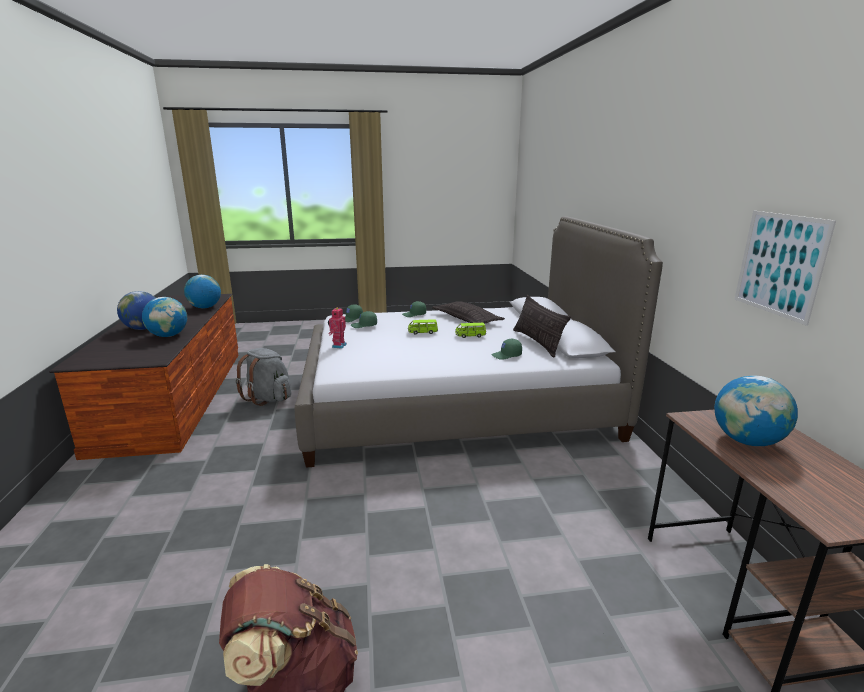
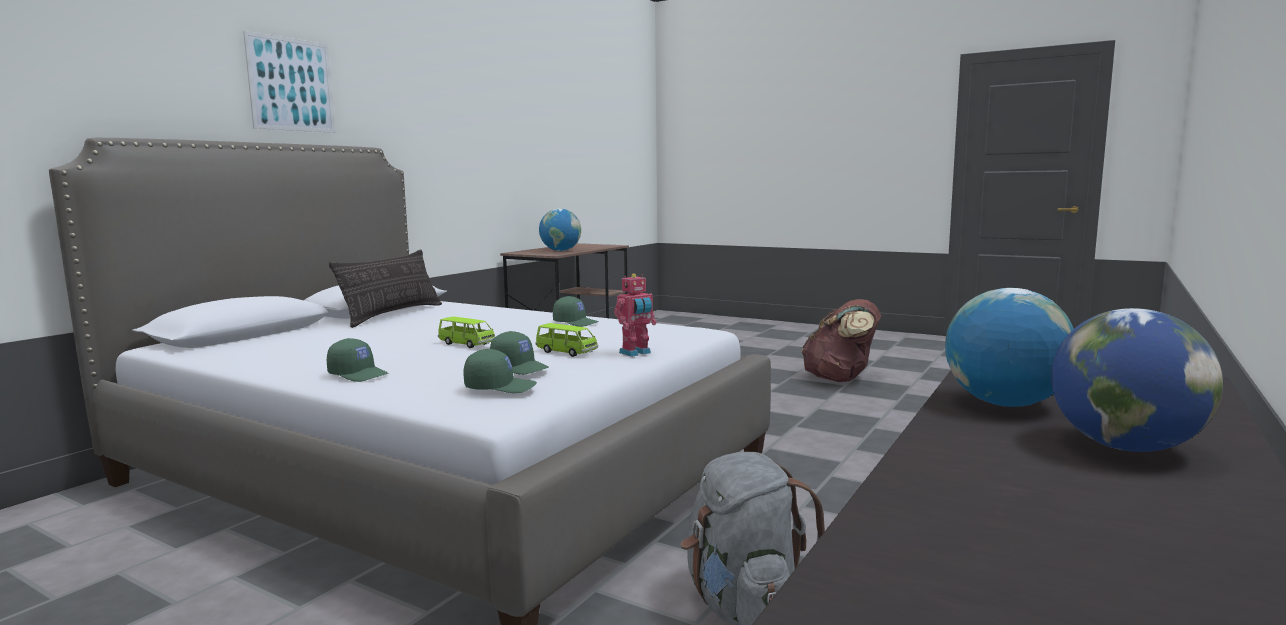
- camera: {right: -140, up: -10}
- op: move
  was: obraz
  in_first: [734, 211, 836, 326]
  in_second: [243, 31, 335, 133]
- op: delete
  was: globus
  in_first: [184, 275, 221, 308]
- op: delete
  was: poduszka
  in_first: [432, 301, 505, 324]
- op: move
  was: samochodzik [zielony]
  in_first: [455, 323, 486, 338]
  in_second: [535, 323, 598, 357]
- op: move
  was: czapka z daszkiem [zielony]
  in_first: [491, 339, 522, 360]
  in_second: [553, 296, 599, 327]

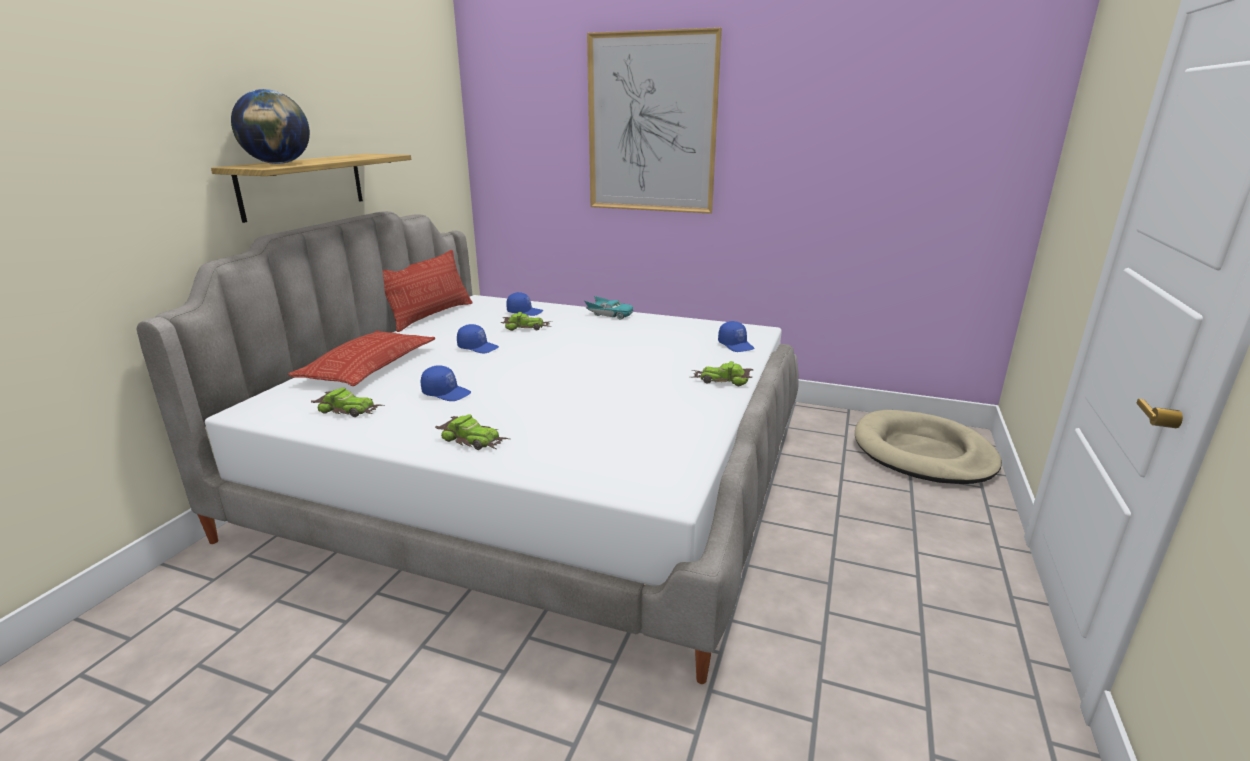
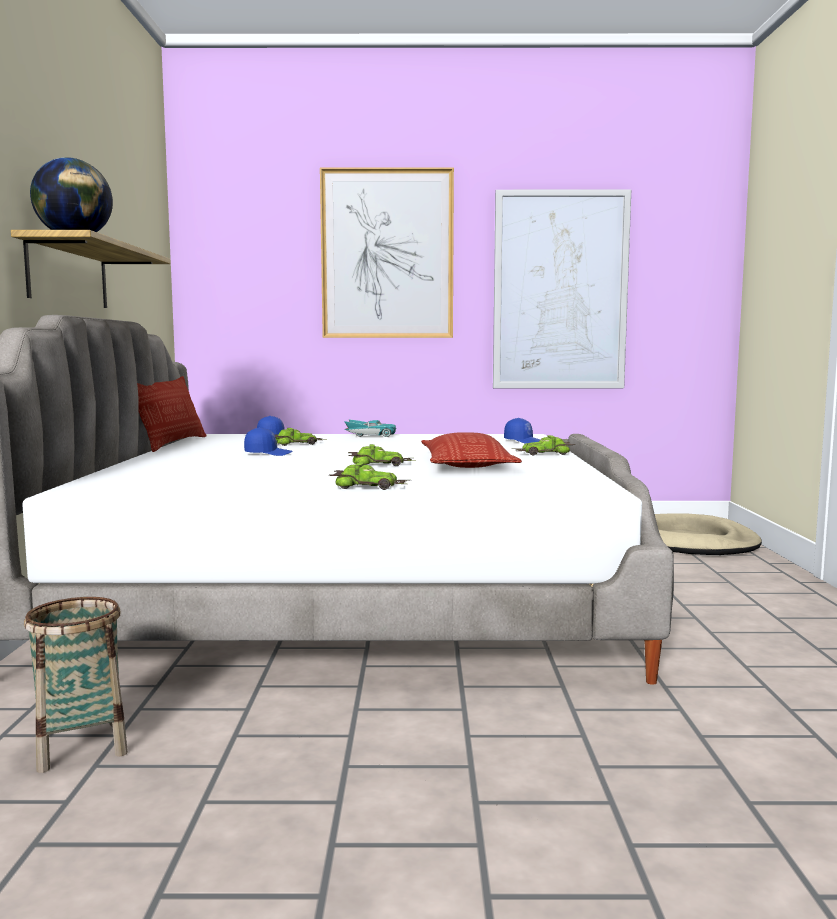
- camera: {right: -20, up: -15}
- op: move
  was: poduszka
  in_first: [288, 331, 435, 386]
  in_second: [421, 432, 522, 468]
- op: delete
  was: czapka z daszkiem [niebieski]
  in_first: [421, 365, 471, 401]
- op: move
  was: samochodzik
  in_first: [311, 387, 384, 417]
  in_second: [348, 444, 415, 466]
- op: insert
  now: obraz
  in_second: [493, 190, 631, 388]
- op: insert
  now: koszyk
  in_second: [24, 597, 128, 773]

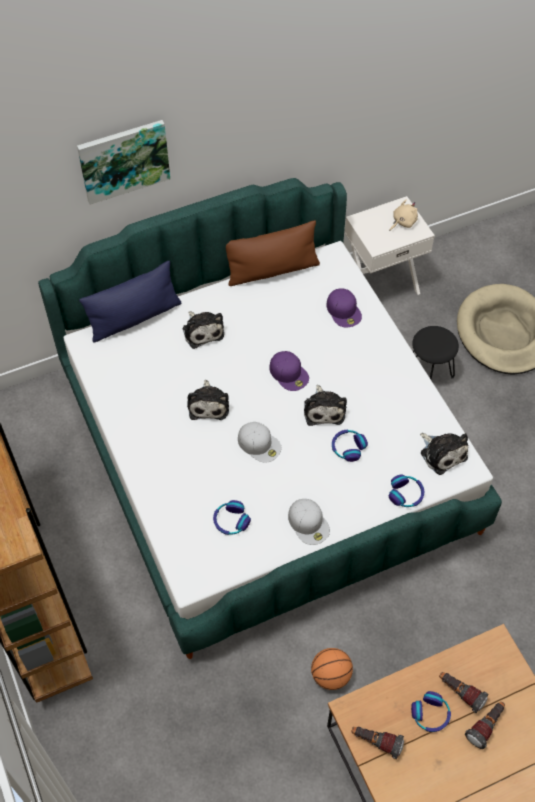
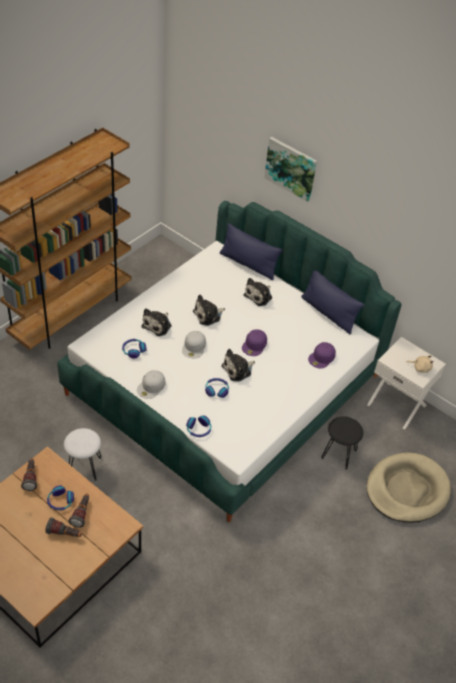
- camera: {right: 60, up: -10}
- op: recolor
  was: poduszka [brązowy]
  now: poduszka [niebieski]
  in_first: [226, 220, 320, 286]
  in_second: [301, 271, 364, 334]
- op: move
  was: pluszak
  in_first: [420, 433, 468, 475]
  in_second: [141, 308, 172, 336]
- op: replace
  was: piłka do koszykówki
  now: stołek [biały]
  in_first: [311, 648, 353, 690]
  in_second: [64, 428, 101, 481]

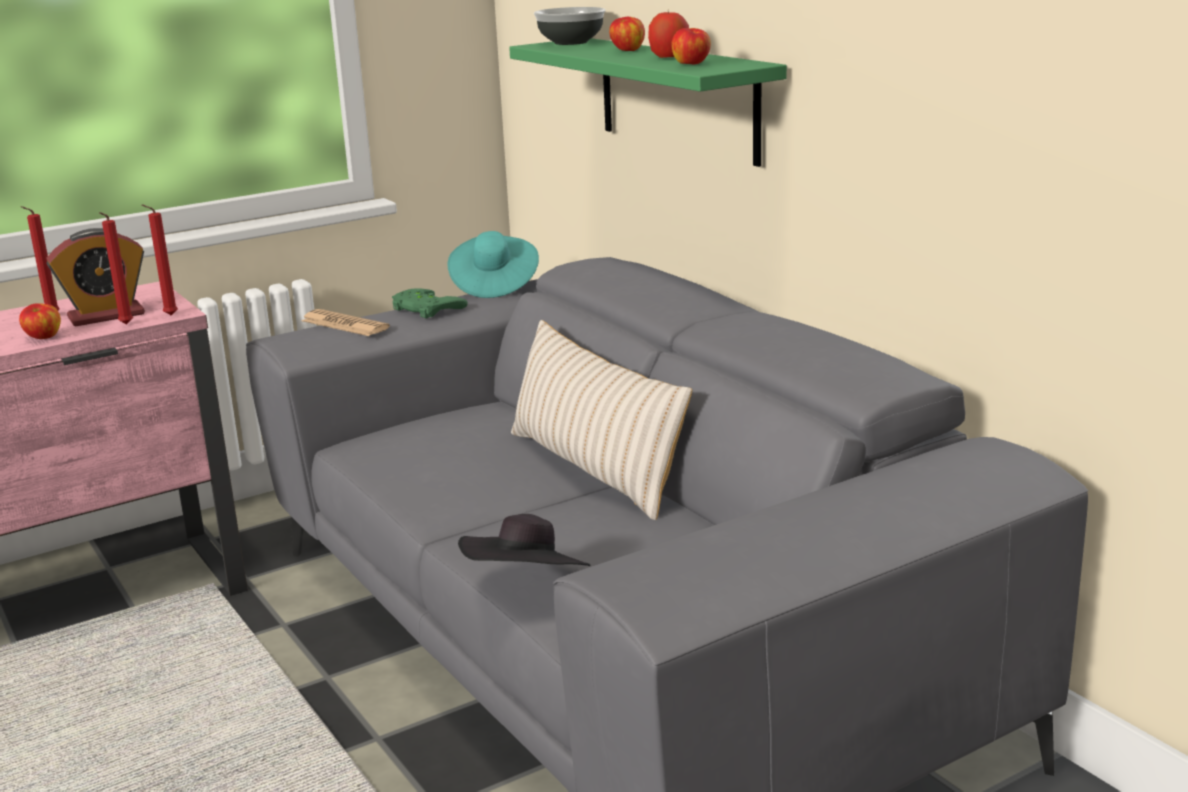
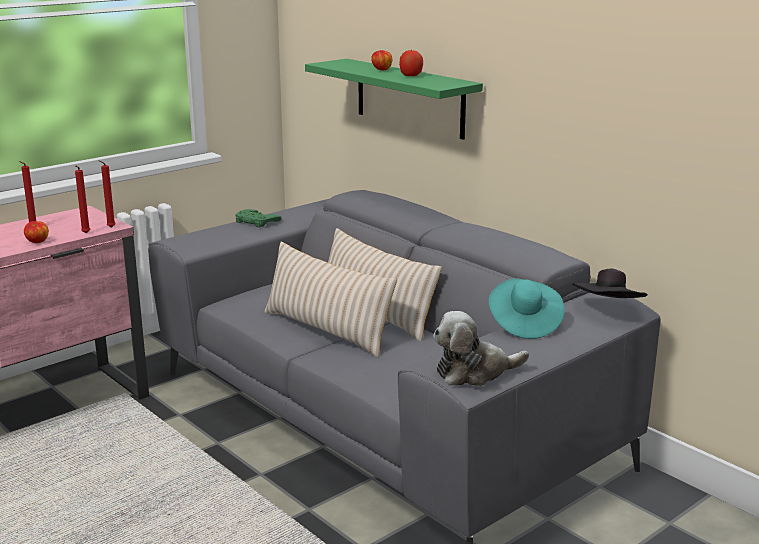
- camera: {right: -10, up: 0}
- op: delete
  was: miska
  in_first: [534, 7, 605, 45]
- op: delete
  was: jabłko
  in_first: [672, 28, 711, 64]
- op: delete
  was: budzik
  in_first: [46, 228, 145, 327]
- op: move
  was: kapelusz [turkusowy]
  in_first: [448, 231, 539, 298]
  in_second: [488, 278, 565, 339]
- op: delete
  was: gazeta
  in_first: [302, 309, 390, 336]
- op: move
  was: kapelusz [czarny]
  in_first: [458, 514, 591, 566]
  in_second: [572, 269, 647, 298]
- op: insert
  now: poduszka [beżowy]
  in_second: [264, 242, 397, 357]
- op: insert
  now: pluszak
  in_second: [433, 311, 529, 386]

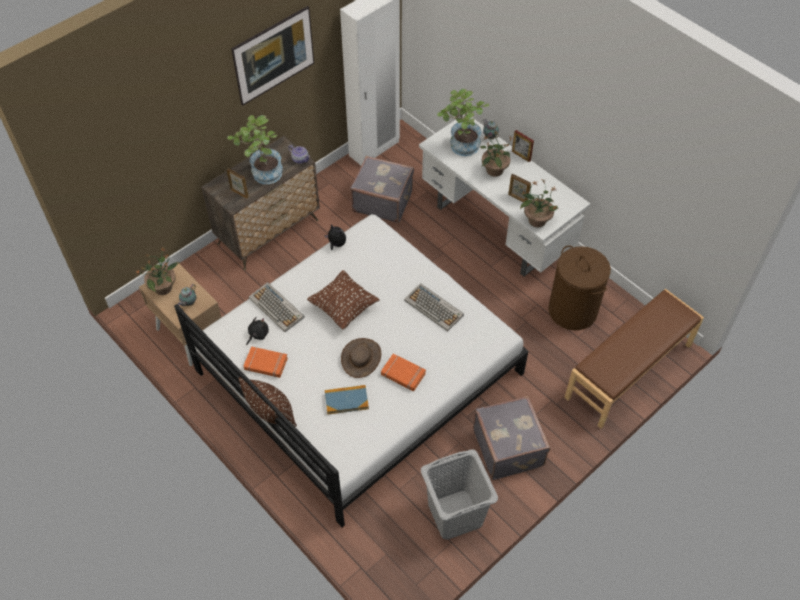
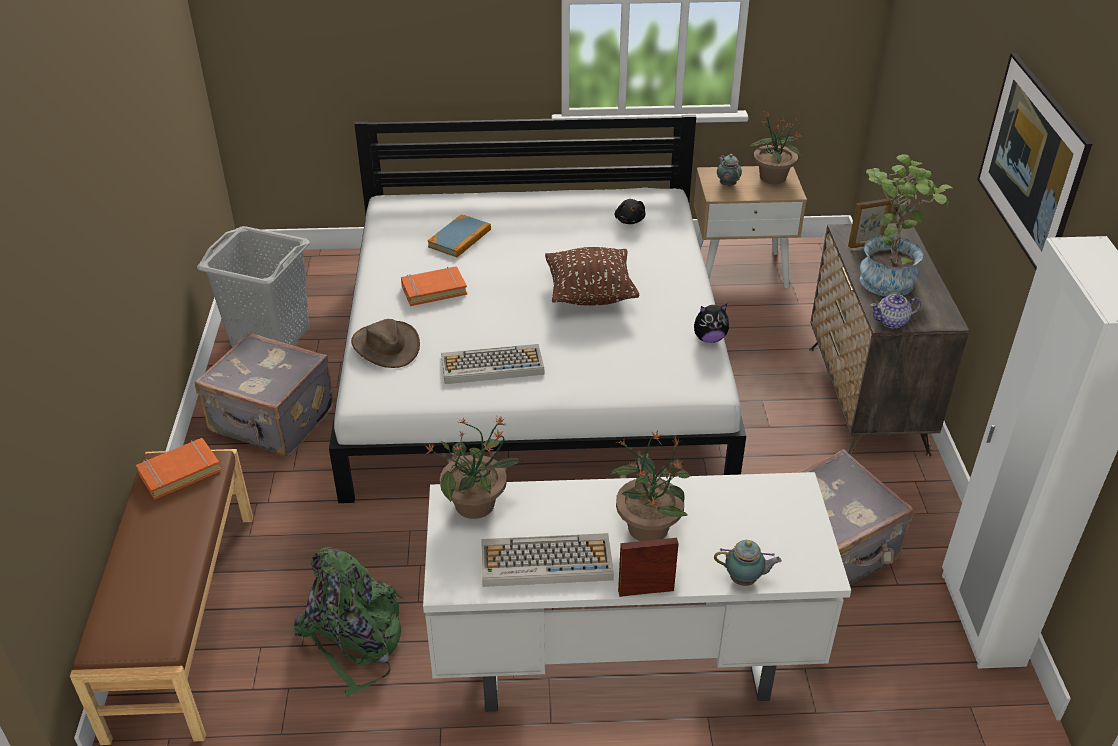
- camera: {right: 130, up: -15}
- op: delete
  was: roślina doniczkowa
  in_first: [437, 89, 489, 156]
- op: delete
  was: ramka na zdjęcie
  in_first: [508, 174, 531, 202]
- op: replace
  was: kosz na pranie [brązowy]
  now: plecak [zielony]
  in_first: [548, 246, 611, 330]
  in_second: [293, 547, 404, 696]
- op: move
  was: klawiatura
  in_first: [249, 282, 305, 332]
  in_second: [482, 533, 614, 587]
- op: move
  was: kapelusz [brązowy]
  in_first: [341, 338, 381, 378]
  in_second: [351, 319, 420, 368]
- op: move
  was: książka [pomarańczowy]
  in_first: [244, 346, 288, 378]
  in_second: [136, 438, 221, 500]
- op: delete
  was: poduszka [brązowy]
  in_first: [239, 377, 297, 427]

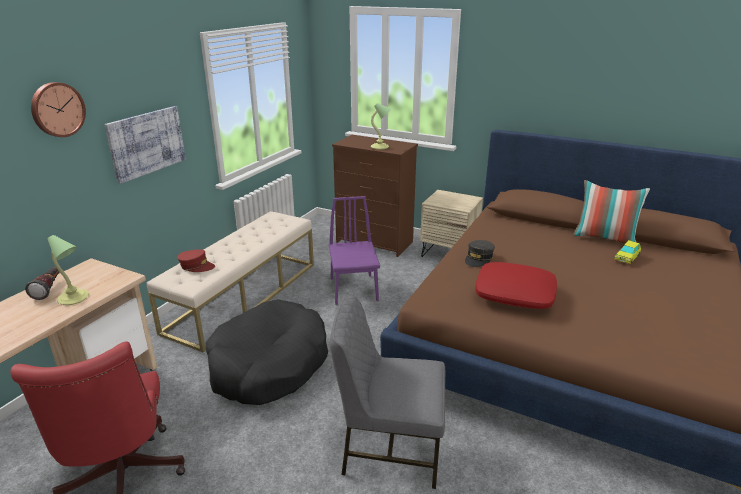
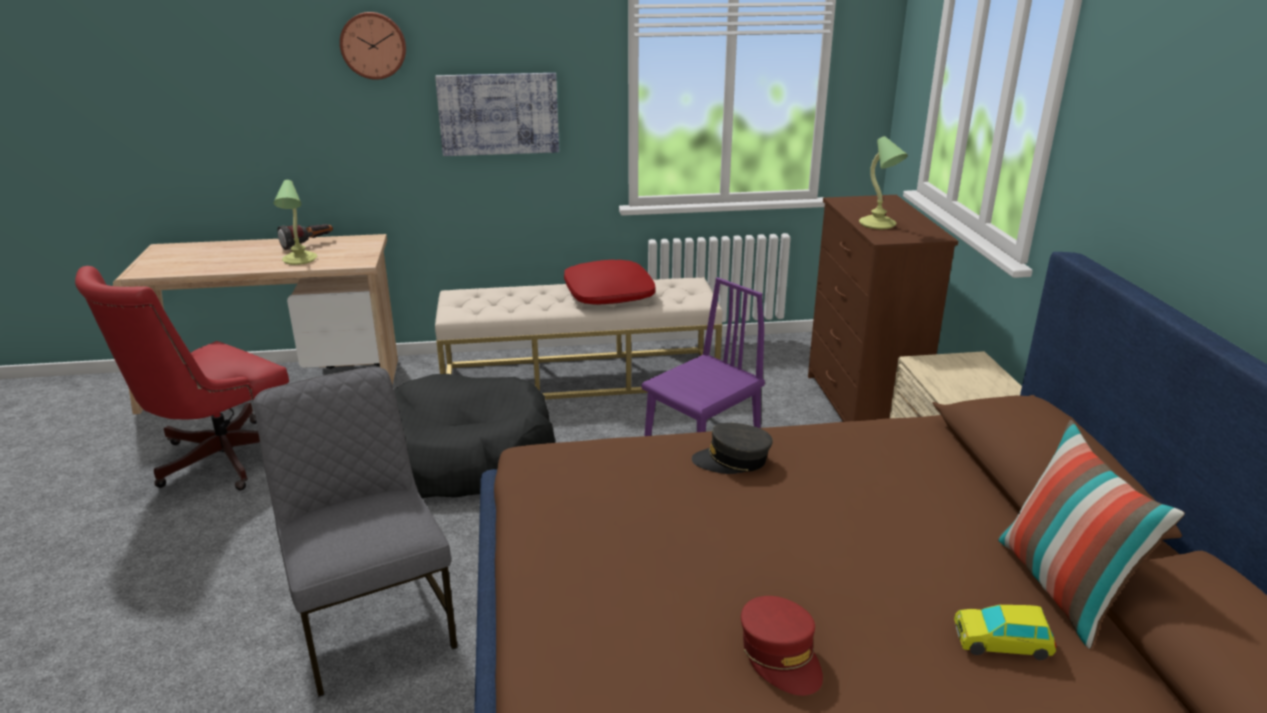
- camera: {right: 55, up: 0}
- op: move
  was: czapka z daszkiem [czerwony]
  in_first: [177, 250, 215, 272]
  in_second: [741, 596, 823, 696]
- op: move
  was: poduszka [czerwony]
  in_first: [475, 262, 557, 309]
  in_second: [564, 260, 656, 305]

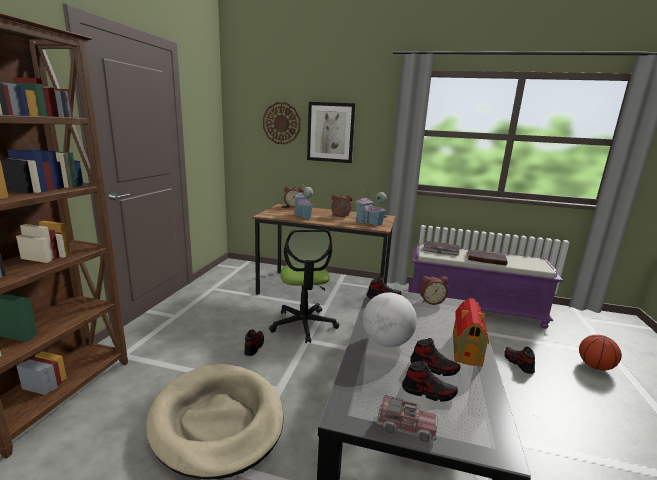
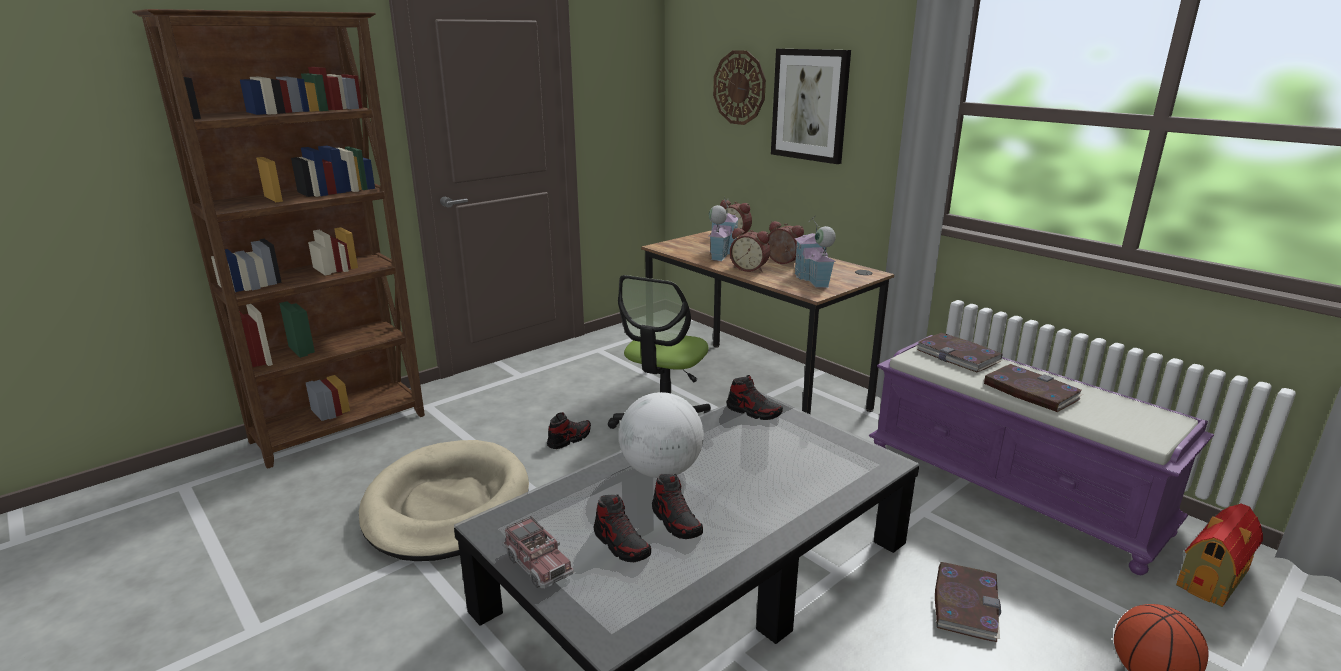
- camera: {right: 35, up: 5}
- op: move
  was: budzik
  in_first: [419, 276, 448, 305]
  in_second: [730, 228, 770, 272]
- op: move
  was: domek
  in_first: [453, 298, 489, 367]
  in_second: [1176, 503, 1263, 607]
- op: replace
  was: but
  now: książka
  in_first: [504, 347, 535, 374]
  in_second: [935, 562, 1001, 642]

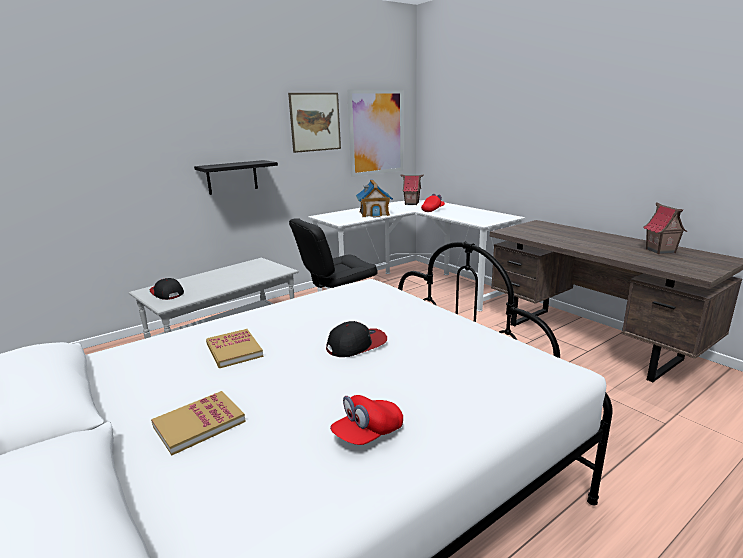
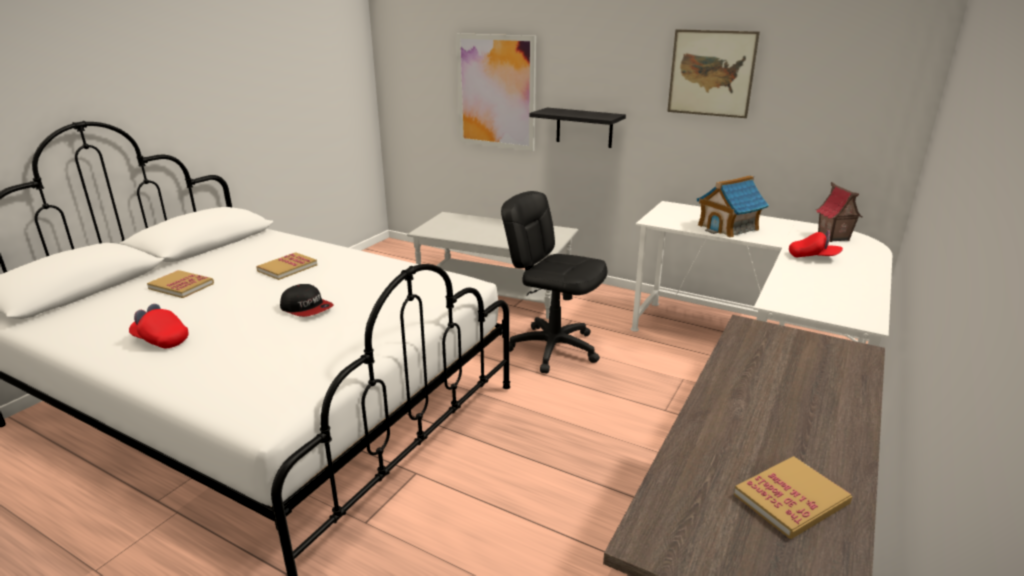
- camera: {right: 65, up: 5}
- op: move
  was: obraz
  in_first: [347, 90, 403, 177]
  in_second: [456, 33, 536, 151]
- op: replace
  was: domek
  now: książka
  in_first: [643, 202, 687, 254]
  in_second: [734, 456, 852, 539]
- op: delete
  was: czapka z daszkiem
  in_first: [150, 278, 184, 300]

